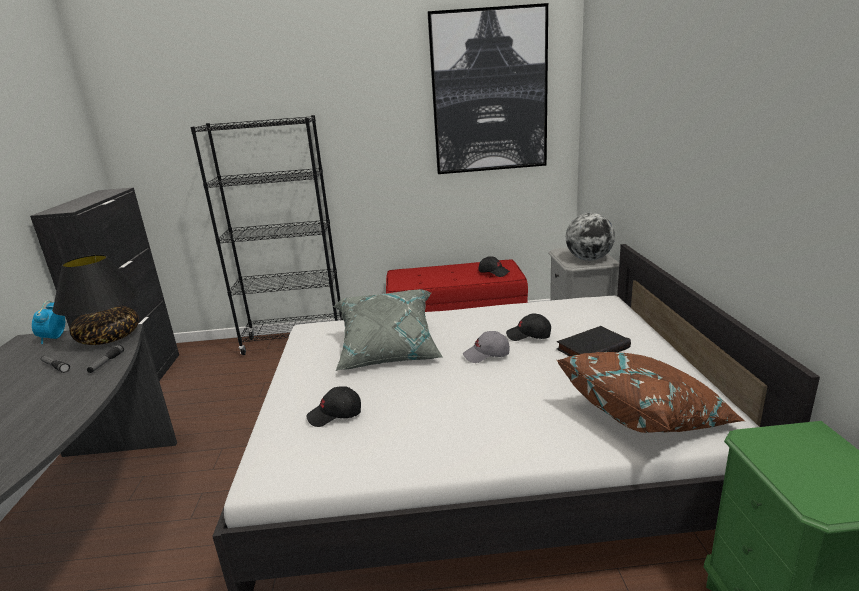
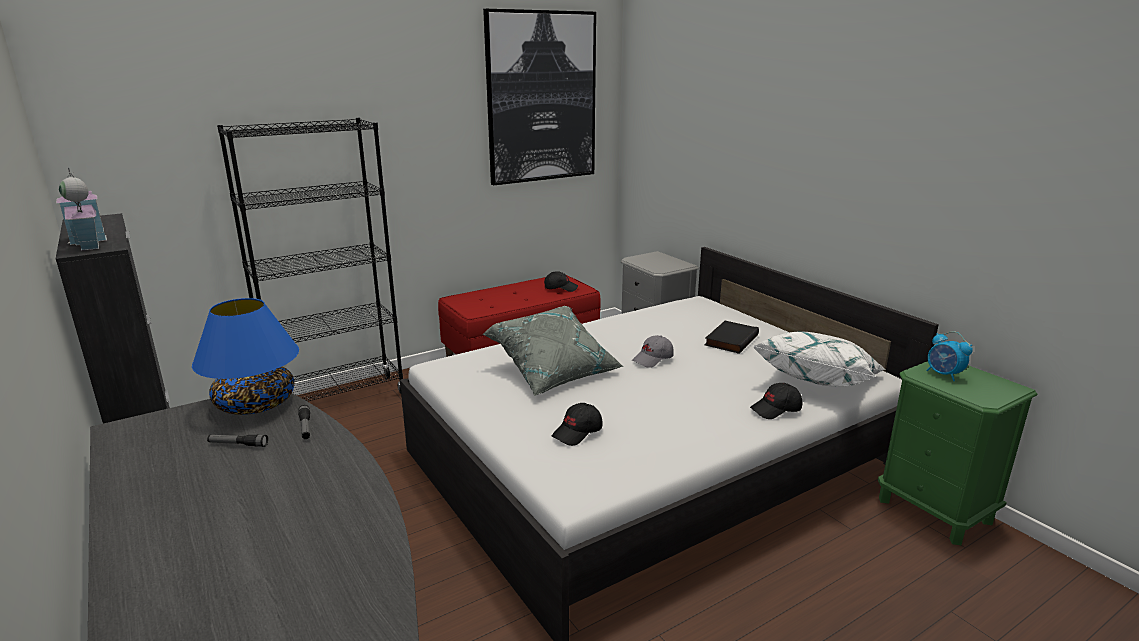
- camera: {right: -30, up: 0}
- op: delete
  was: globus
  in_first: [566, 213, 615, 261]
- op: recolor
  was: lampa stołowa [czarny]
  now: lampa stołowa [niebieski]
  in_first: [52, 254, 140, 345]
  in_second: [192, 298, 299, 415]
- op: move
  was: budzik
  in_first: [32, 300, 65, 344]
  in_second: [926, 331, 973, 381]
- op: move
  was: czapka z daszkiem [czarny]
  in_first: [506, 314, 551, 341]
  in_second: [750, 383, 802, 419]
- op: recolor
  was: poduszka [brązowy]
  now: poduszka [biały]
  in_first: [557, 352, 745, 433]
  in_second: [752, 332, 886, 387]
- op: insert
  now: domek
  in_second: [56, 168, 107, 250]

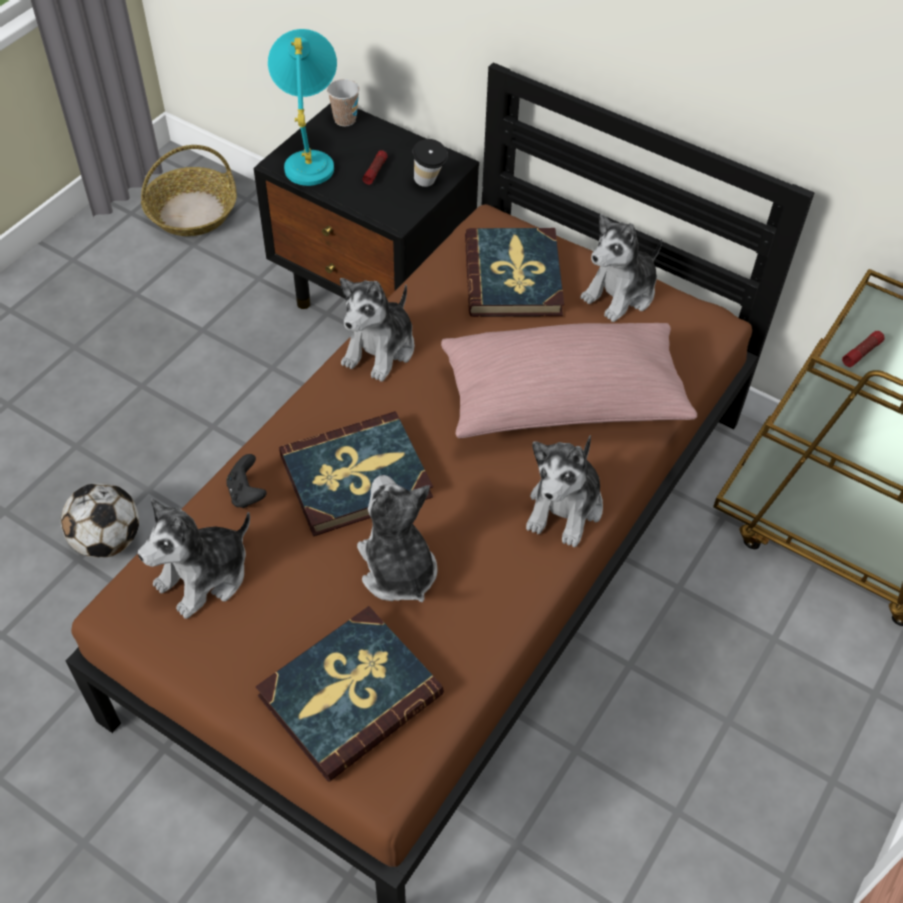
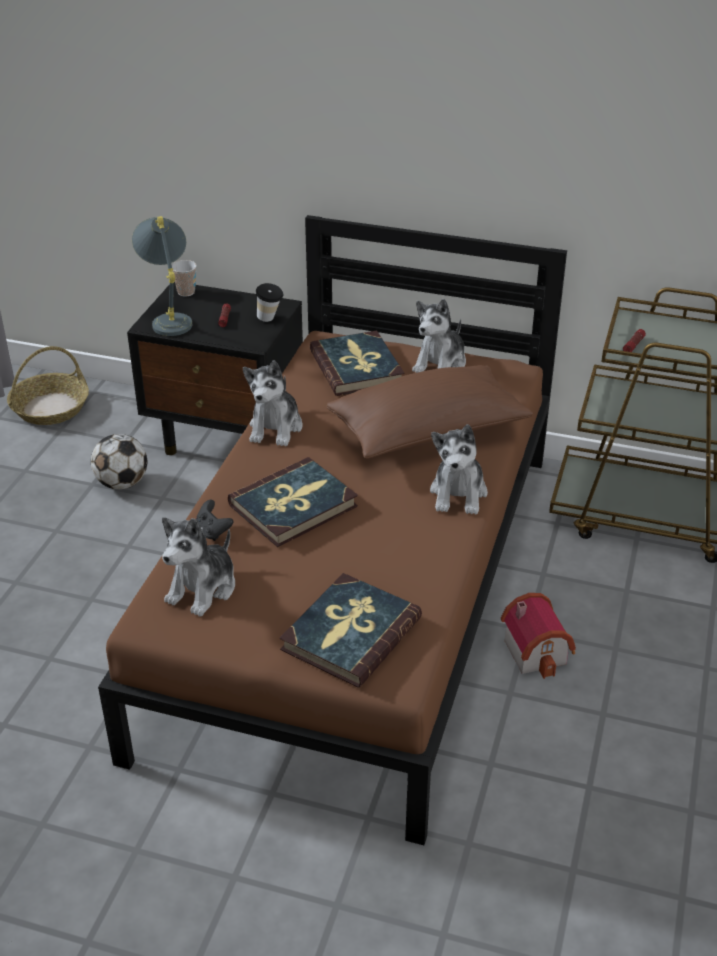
- camera: {right: -15, up: -15}
- op: recolor
  was: lampa stołowa [turkusowy]
  now: lampa stołowa [szary]
  in_first: [268, 29, 337, 186]
  in_second: [132, 216, 192, 336]
- op: recolor
  was: poduszka [różowy]
  now: poduszka [brązowy]
  in_first: [441, 323, 697, 438]
  in_second: [327, 365, 533, 459]
- op: delete
  was: pluszak
  in_first: [357, 475, 438, 602]
- op: move
  was: piłka futbolowa
  in_first: [61, 483, 139, 558]
  in_second: [91, 434, 147, 489]
- op: insert
  now: domek
  in_second: [501, 593, 576, 679]

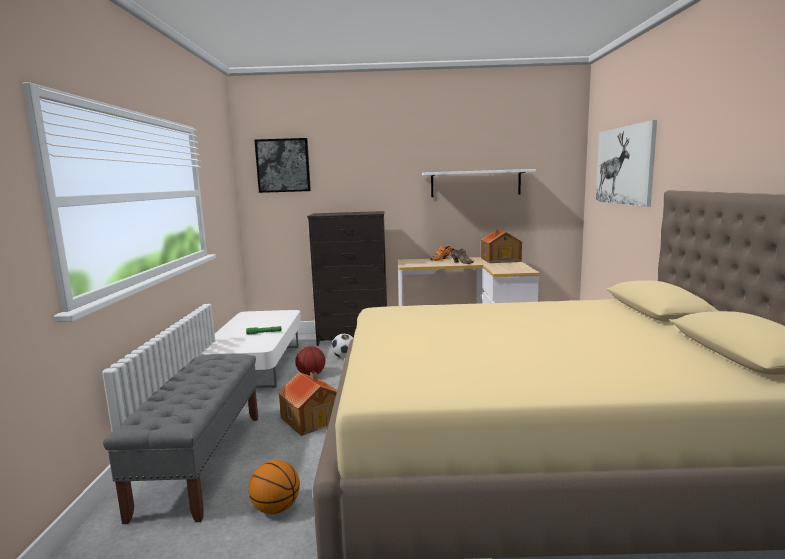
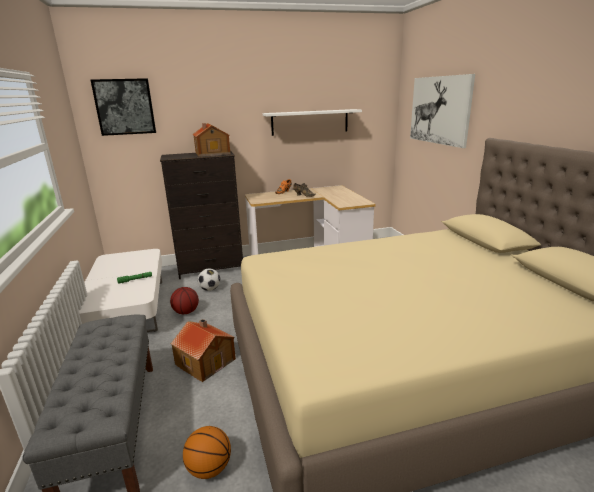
- camera: {right: -15, up: 10}
- op: move
  was: domek
  in_first: [480, 229, 523, 263]
  in_second: [193, 123, 230, 157]

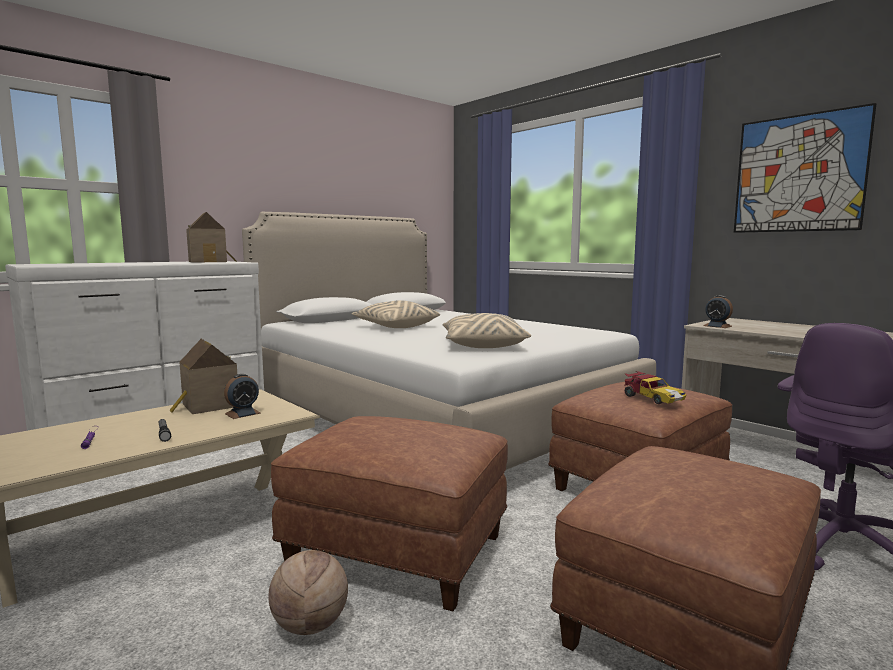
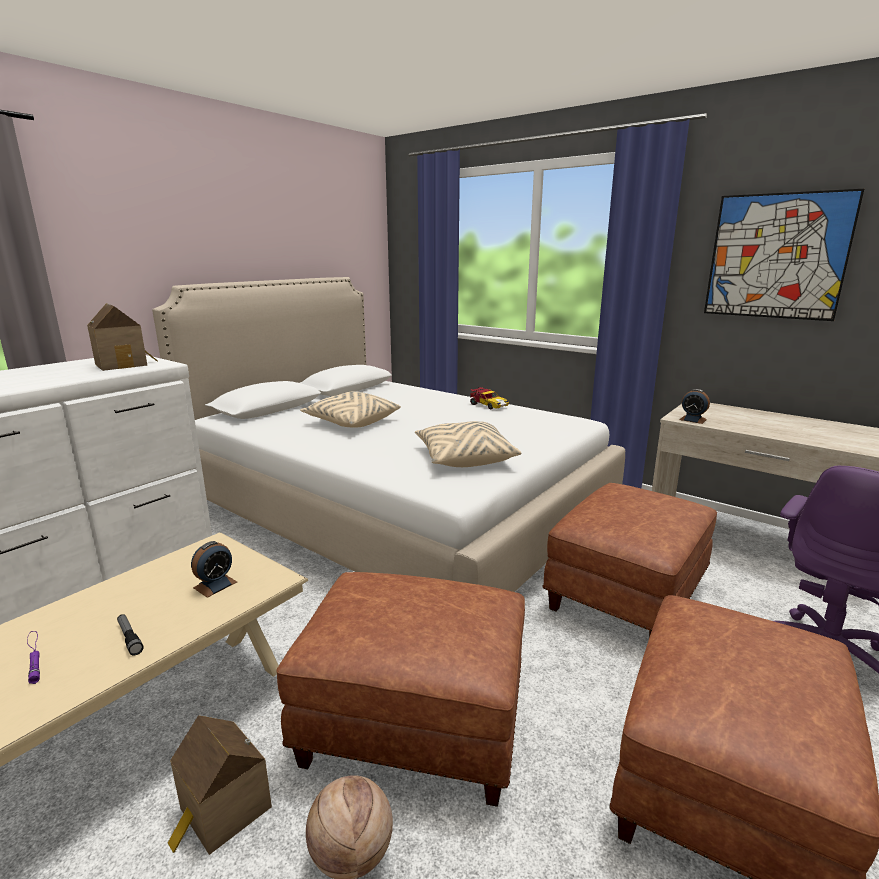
- camera: {right: -10, up: 10}
- op: move
  was: domek
  in_first: [170, 339, 237, 414]
  in_second: [168, 715, 272, 855]
- op: move
  was: samochodzik
  in_first: [624, 371, 686, 404]
  in_second: [470, 387, 509, 409]

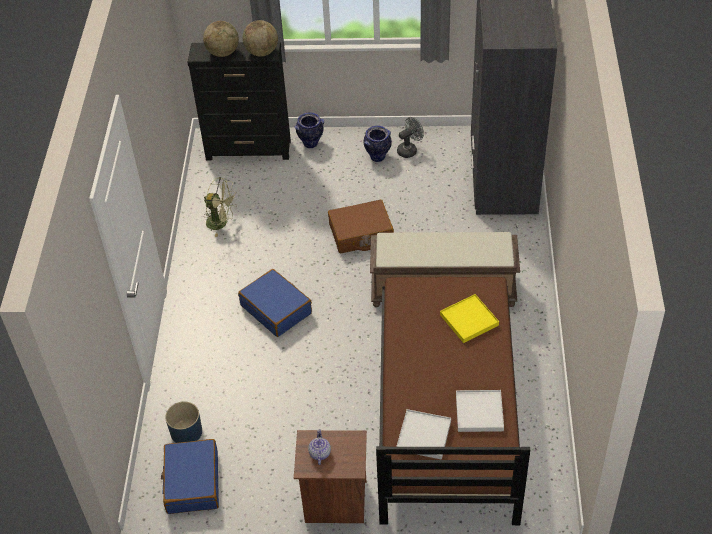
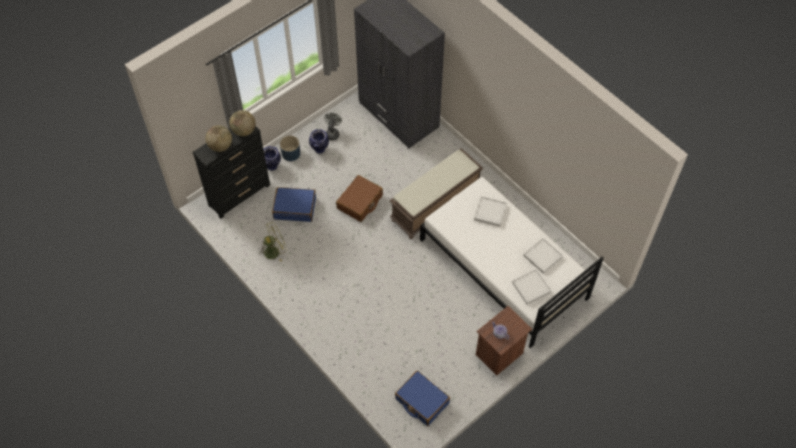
- camera: {right: -45, up: 10}
- op: move
  was: walizka [niebieski]
  in_first: [238, 269, 312, 337]
  in_second: [272, 187, 316, 222]
- op: recolor
  was: łóżko [brązowy]
  now: łóżko [biały]
  in_first: [376, 276, 530, 525]
  in_second: [420, 177, 604, 348]
- op: recolor
  was: taca [żółty]
  now: taca [biały]
  in_first: [440, 294, 499, 343]
  in_second: [474, 196, 507, 227]
- op: move
  was: donica [niebieski]
  in_first: [165, 401, 202, 443]
  in_second: [280, 136, 300, 161]

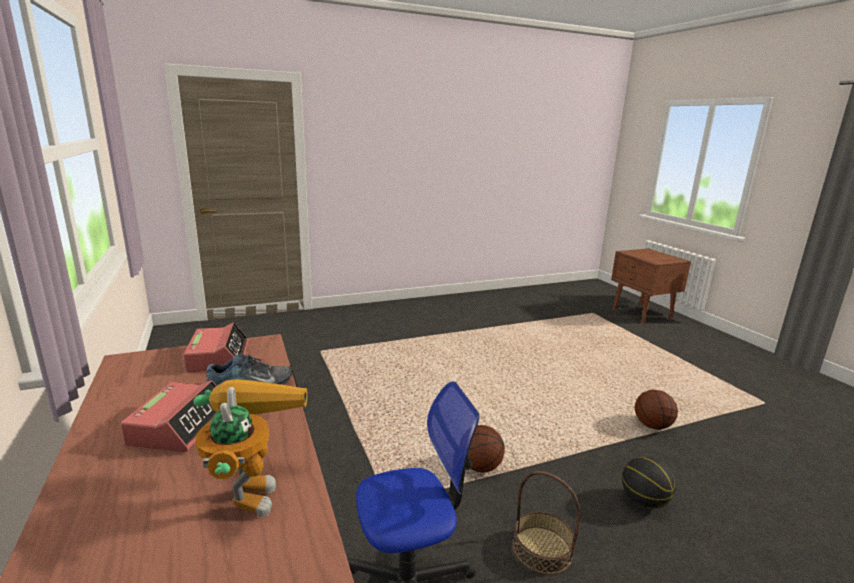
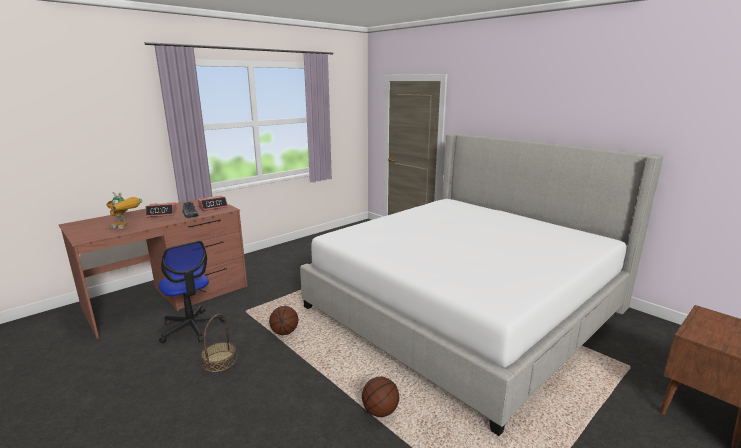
- camera: {right: 70, up: 0}
- op: rotate
  was: robot zabawkowy
  in_first: [193, 379, 307, 517]
  in_second: [106, 192, 143, 229]
  clockwise: 45
- op: delete
  was: piłka do koszykówki
  in_first: [622, 456, 676, 509]
- op: insert
  now: łóżko
  in_second: [300, 133, 663, 436]

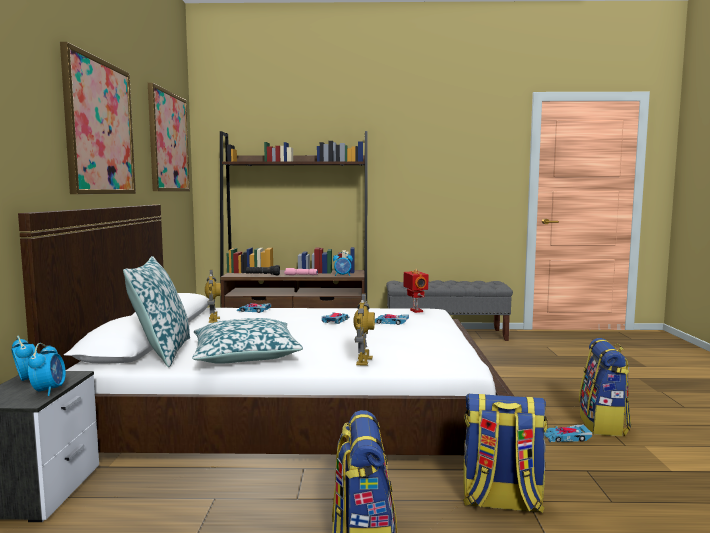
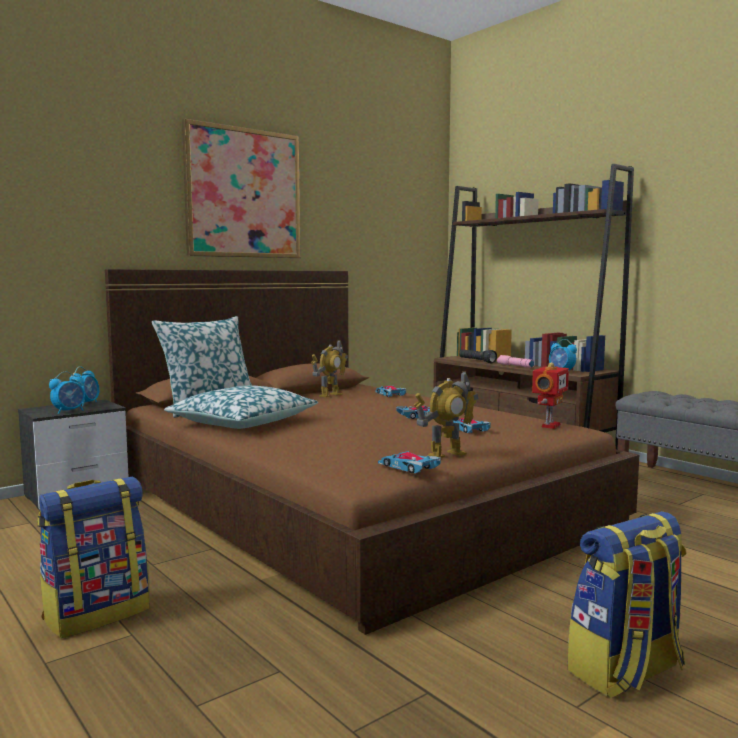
- camera: {right: 50, up: 0}
- op: delete
  was: obraz
  in_first: [148, 83, 190, 191]
- op: recolor
  was: łóżko [biały]
  now: łóżko [brązowy]
  in_first: [18, 205, 514, 455]
  in_second: [105, 269, 639, 635]
- op: move
  was: robot zabawkowy
  in_first: [353, 293, 375, 366]
  in_second: [414, 371, 478, 458]
- op: delete
  was: plecak
  in_first: [463, 394, 548, 513]
- op: move
  was: samochodzik
  in_first: [544, 425, 592, 442]
  in_second: [378, 451, 441, 473]

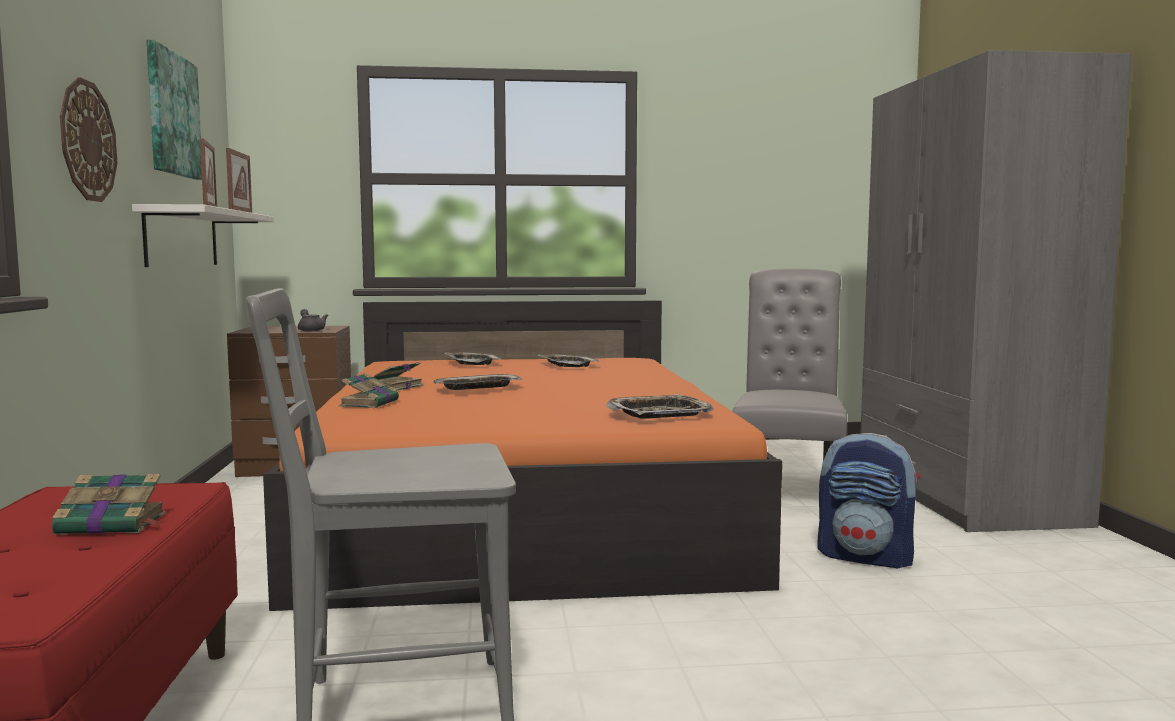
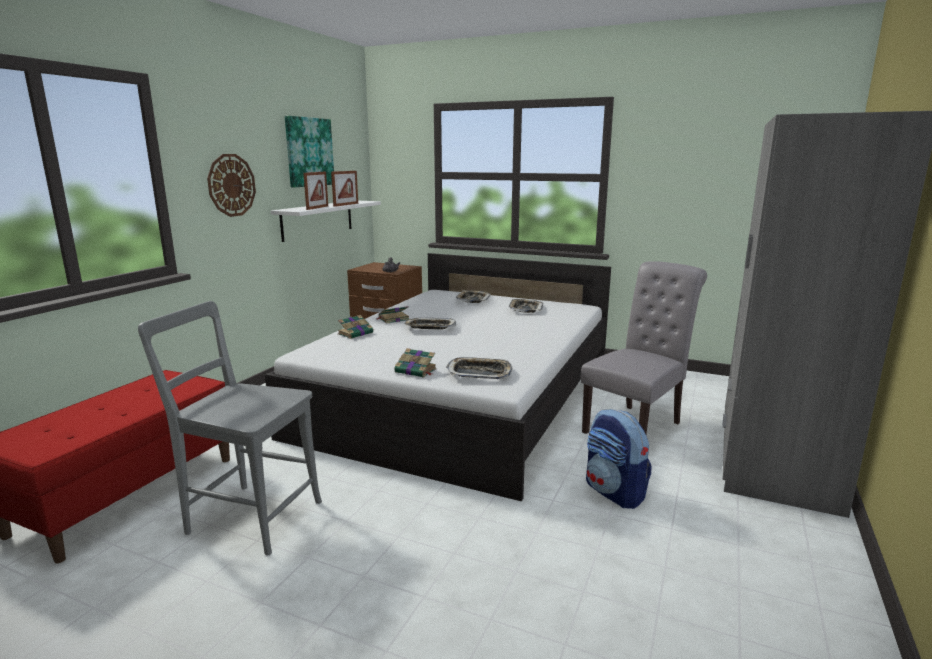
- camera: {right: 30, up: 10}
- op: recolor
  was: łóżko [pomarańczowy]
  now: łóżko [biały]
  in_first: [263, 301, 782, 611]
  in_second: [265, 253, 611, 501]
- op: move
  was: książka
  in_first: [52, 474, 165, 535]
  in_second: [394, 348, 437, 378]

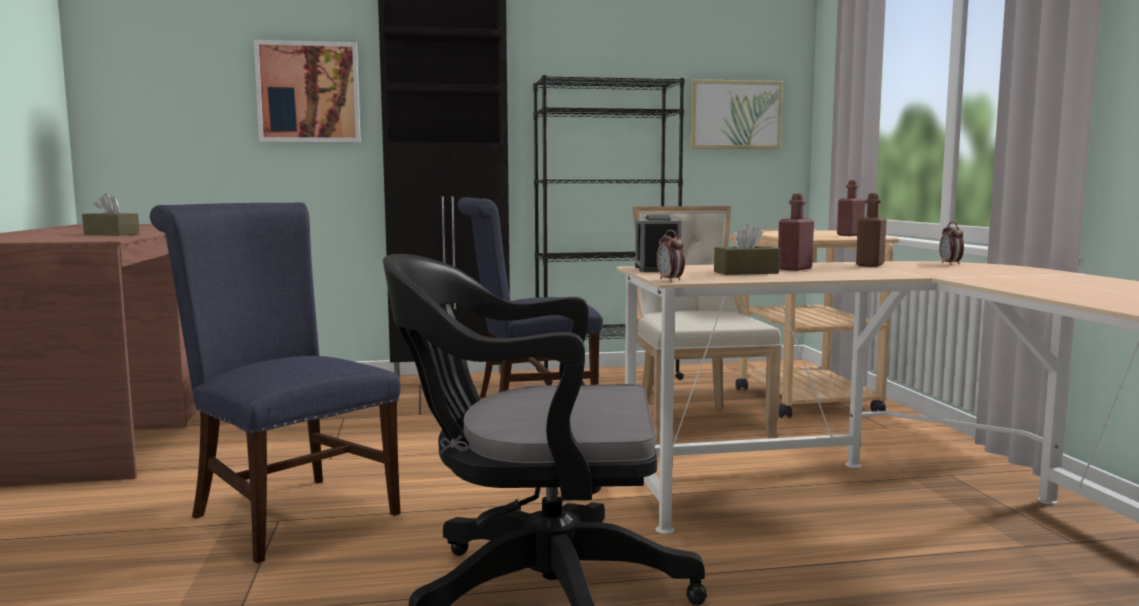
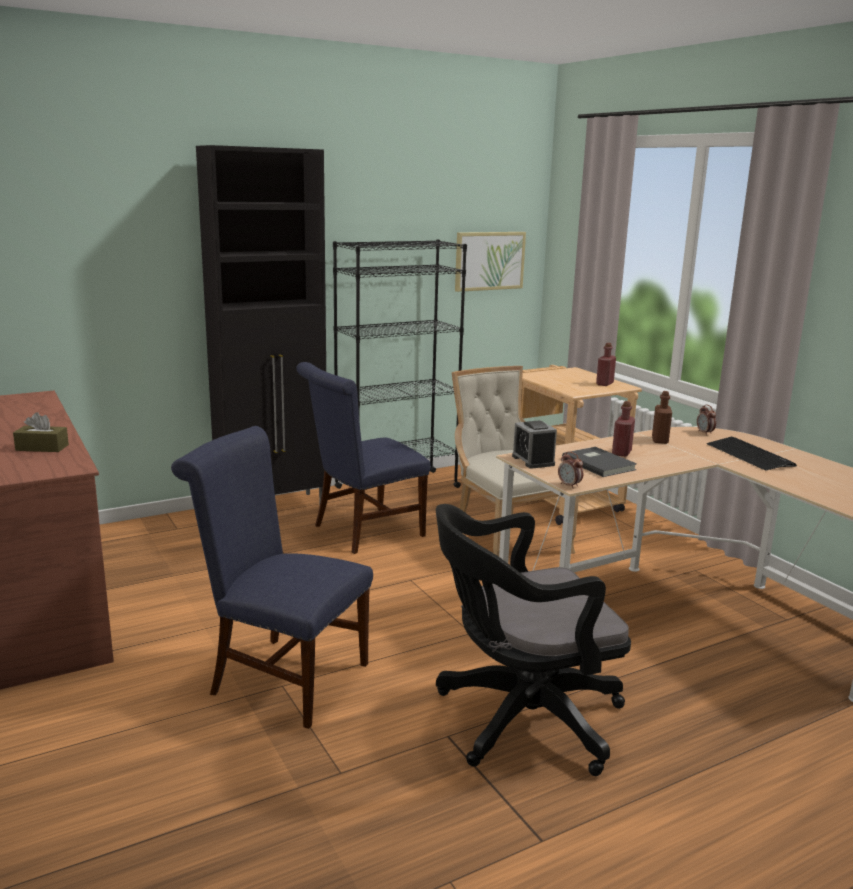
- camera: {right: -20, up: 10}
- op: delete
  was: obraz
  in_first: [254, 40, 361, 143]
- op: replace
  was: pudełko chusteczek [brązowy]
  now: książka [szary]
  in_first: [714, 223, 780, 275]
  in_second: [562, 447, 637, 477]
- op: insert
  now: klawiatura
  in_second: [707, 437, 797, 471]

